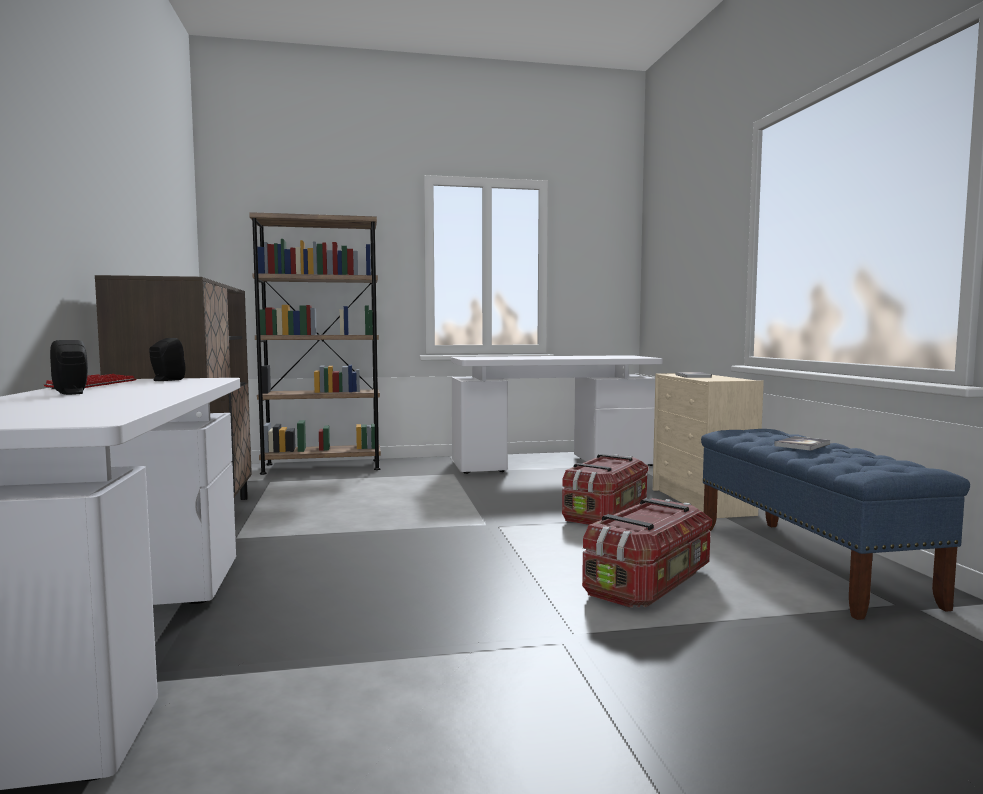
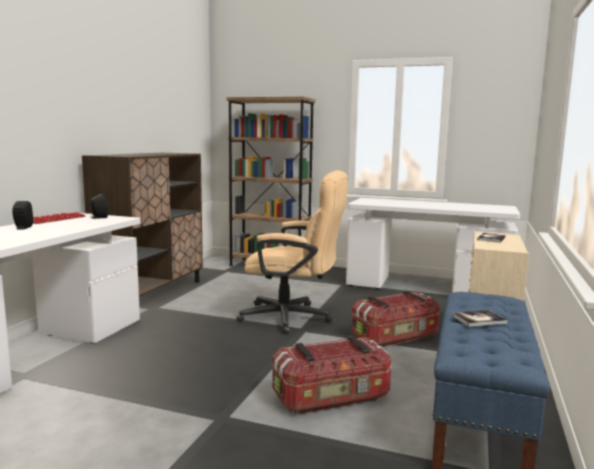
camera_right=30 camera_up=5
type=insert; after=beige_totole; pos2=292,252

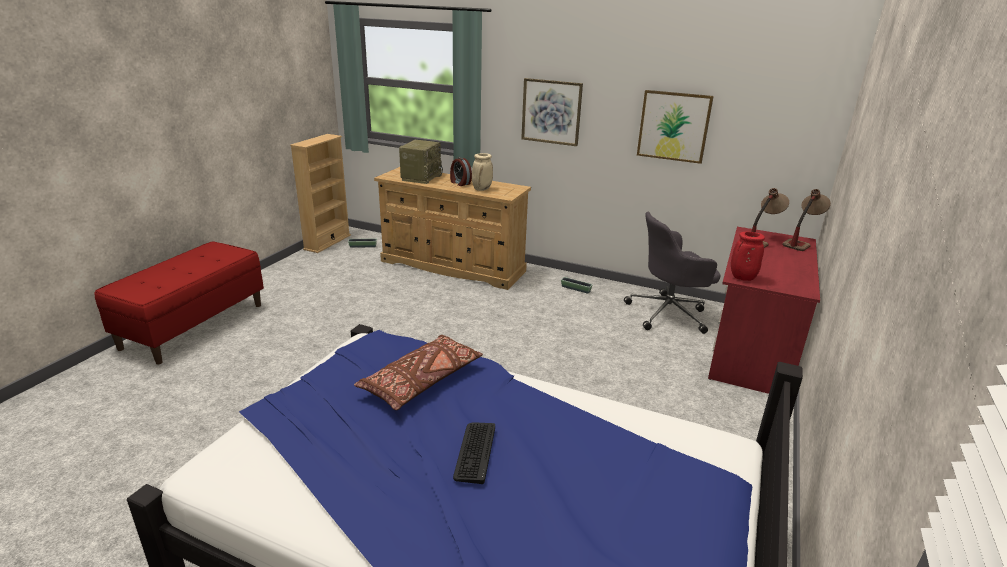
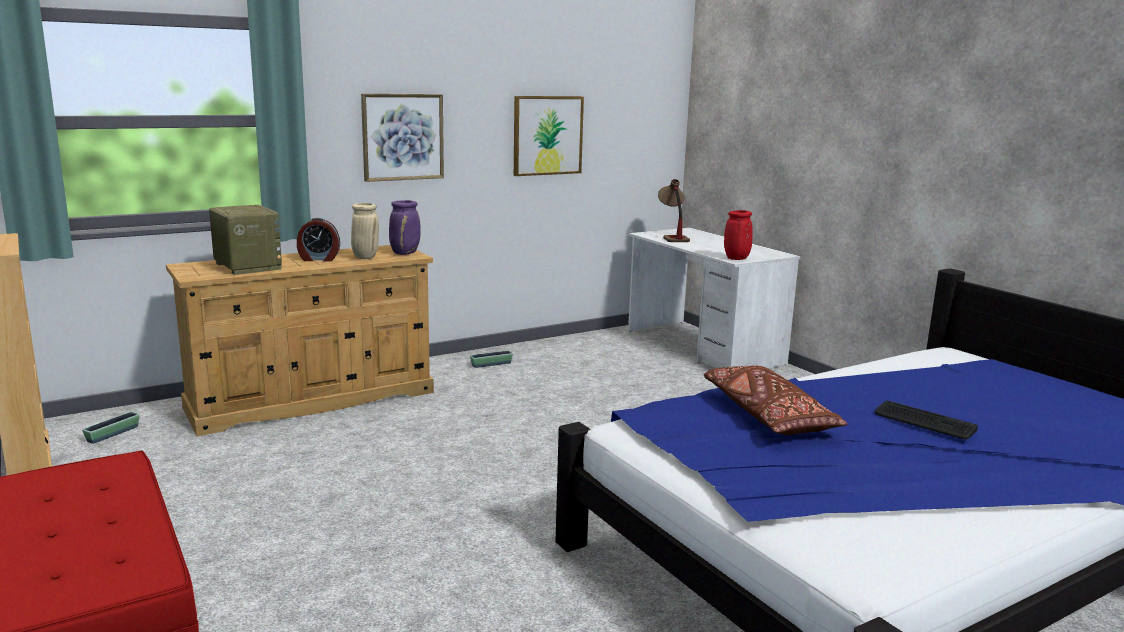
camera_right=-55 camera_up=-10
type=delete; before=grey_totole; pos1=672,273
type=delete; before=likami; pos1=806,220
type=insert; after=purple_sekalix; pos2=405,227
type=recolor; before=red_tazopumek; after=white_tazopumek; pos1=764,310; pos2=714,298

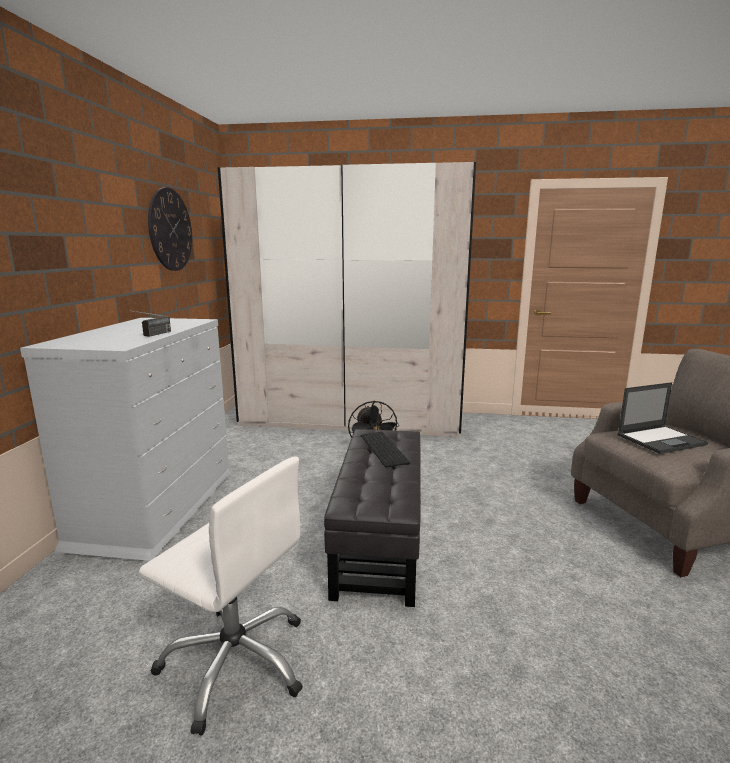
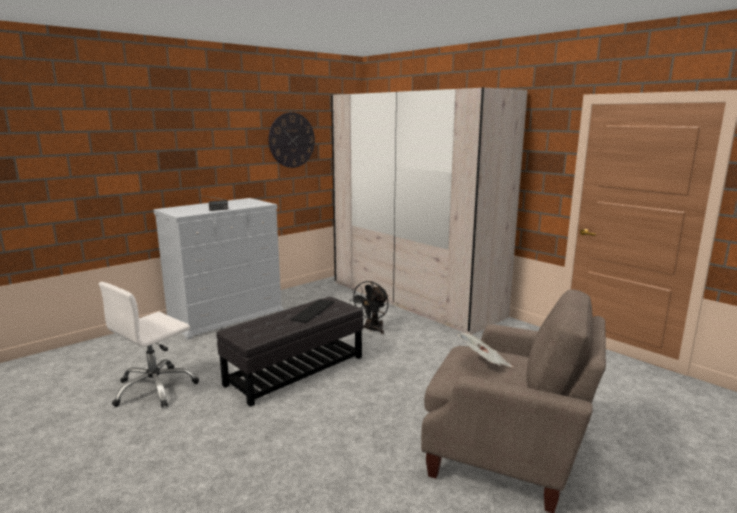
camera_right=40 camera_up=0
type=replace; before=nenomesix; after=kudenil; pos1=662,418; pos2=485,350
type=rotate; before=white_totole; pos1=221,596; pos2=149,345; turn=60

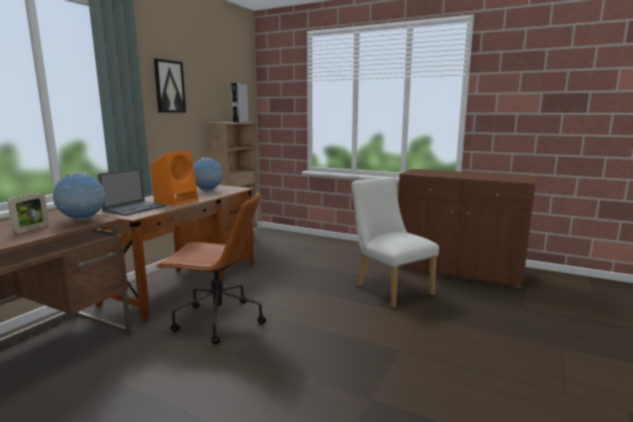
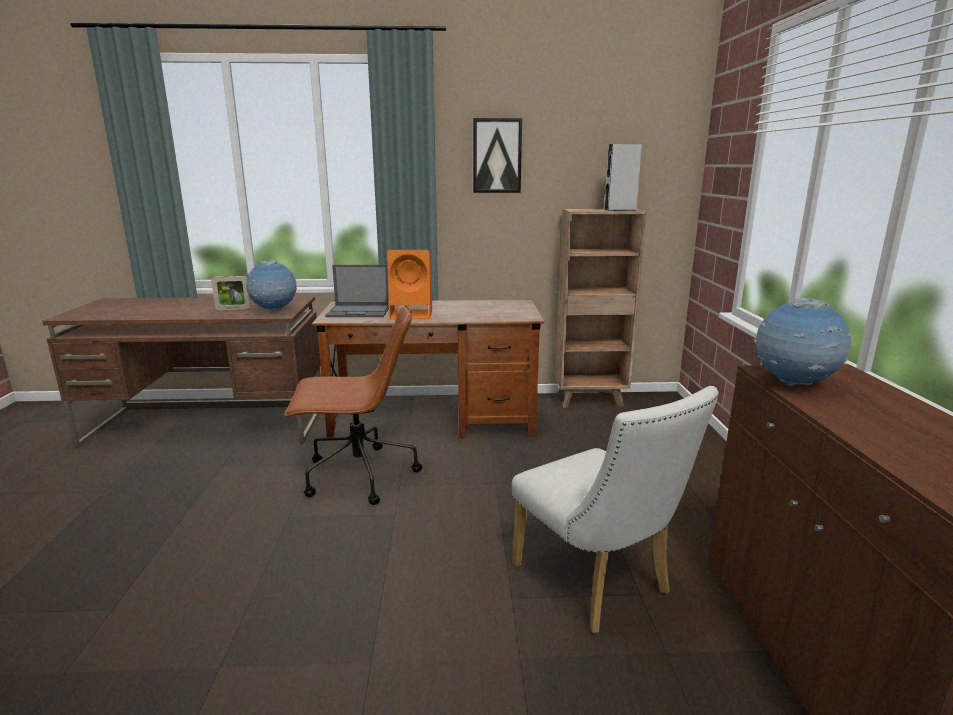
camera_right=60 camera_up=5
type=move; before=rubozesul; pos1=208,175; pos2=802,341
type=rotate; before=brown_totole; pos1=211,268; pos2=353,405; turn=-75
type=rotate; before=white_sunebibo; pos1=395,242; pos2=615,509; turn=120

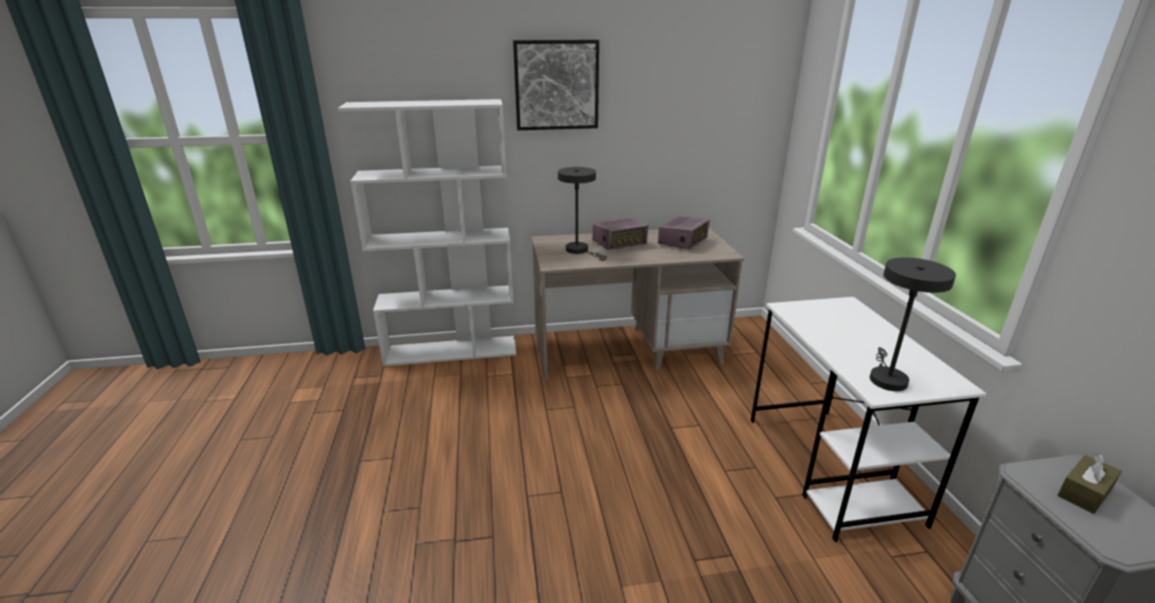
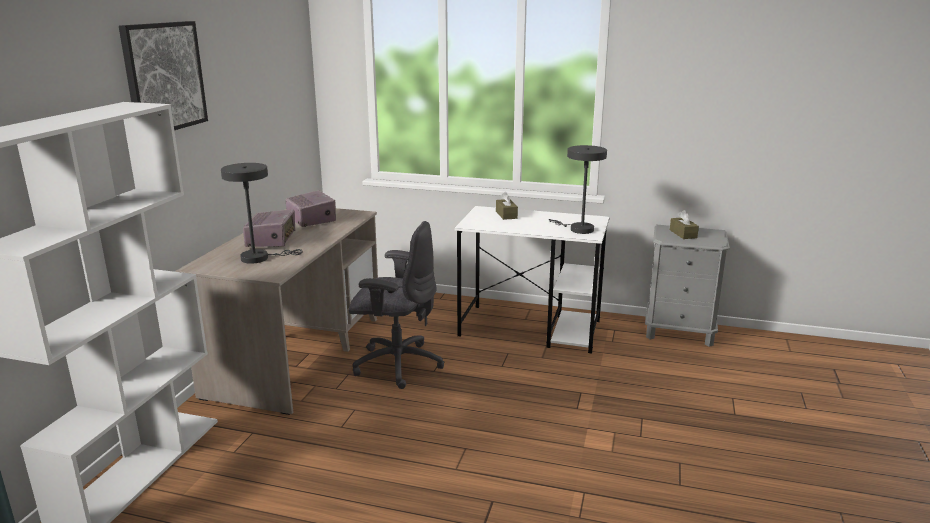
camera_right=-65 camera_up=-5
type=insert; after=grey_totole; pos2=396,305
type=insert; after=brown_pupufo; pos2=507,206

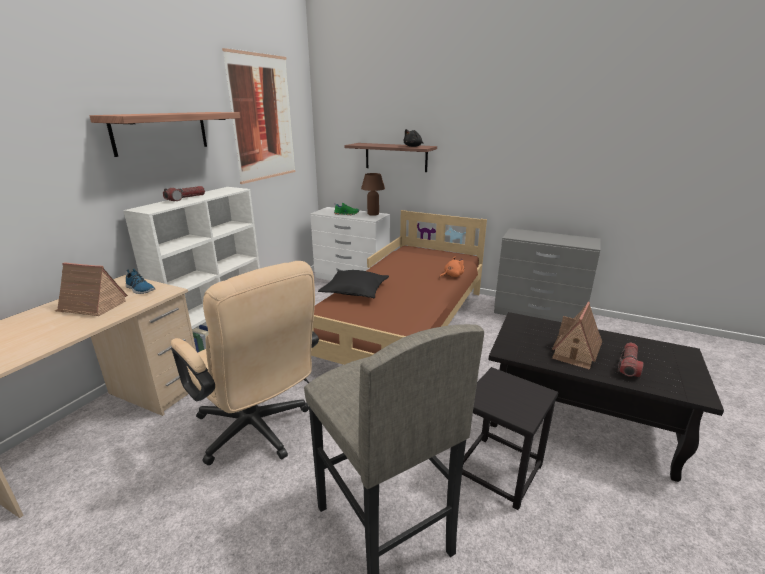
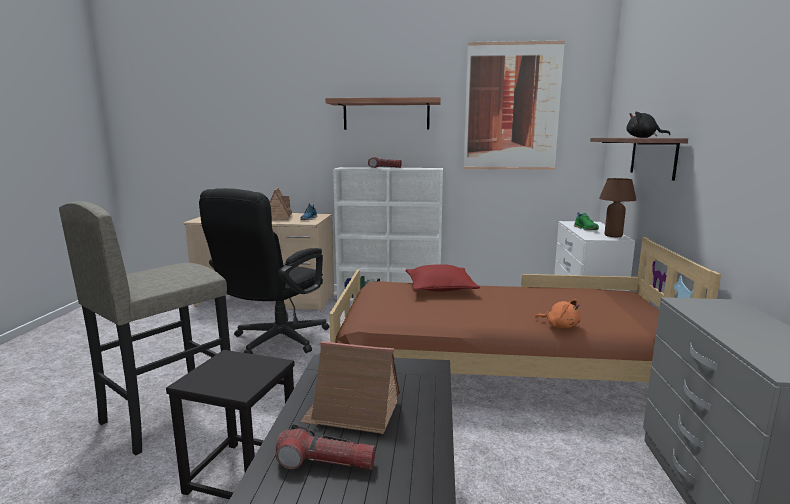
camera_right=70 camera_up=-10
type=recolor; before=beige_totole; after=black_totole; pos1=245,363; pos2=264,271
type=recolor; before=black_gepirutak; after=red_gepirutak; pos1=353,284; pos2=442,278

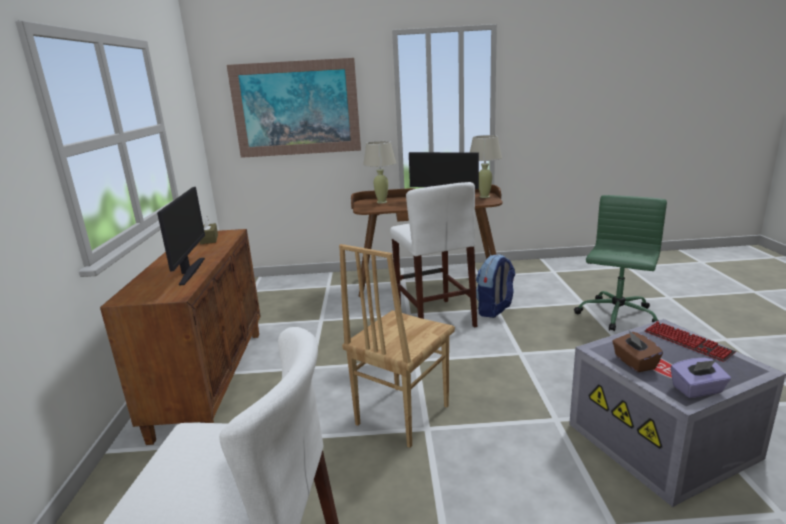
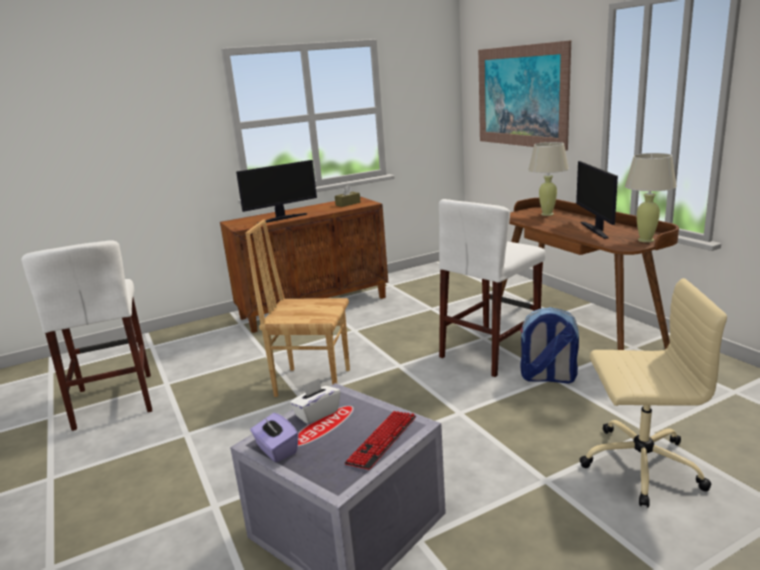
camera_right=65 camera_up=0
type=recolor; before=green_totole; after=beige_totole; pos1=620,263; pos2=653,393
type=recolor; before=brown_pupufo; after=white_pupufo; pos1=637,351; pos2=315,402

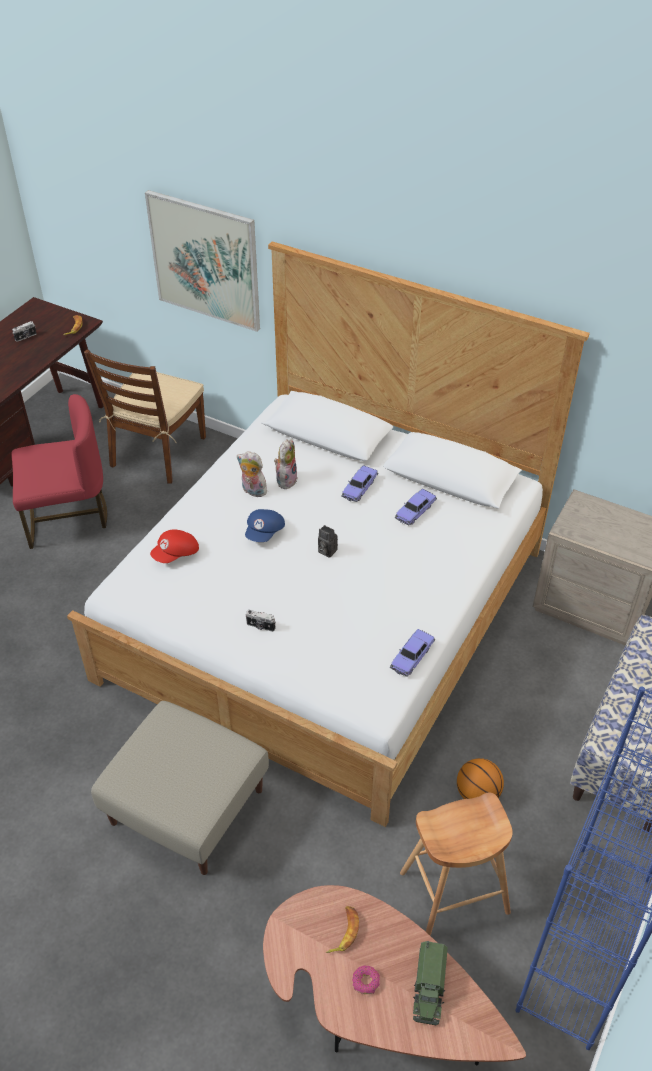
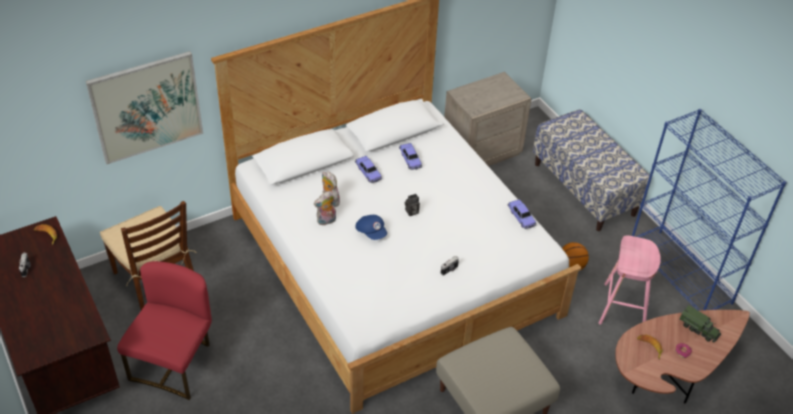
camera_right=-60 camera_up=0
type=delete; before=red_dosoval; pos1=174,546
type=recolor; before=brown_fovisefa; after=pink_fovisefa; pos1=456,864; pos2=630,280

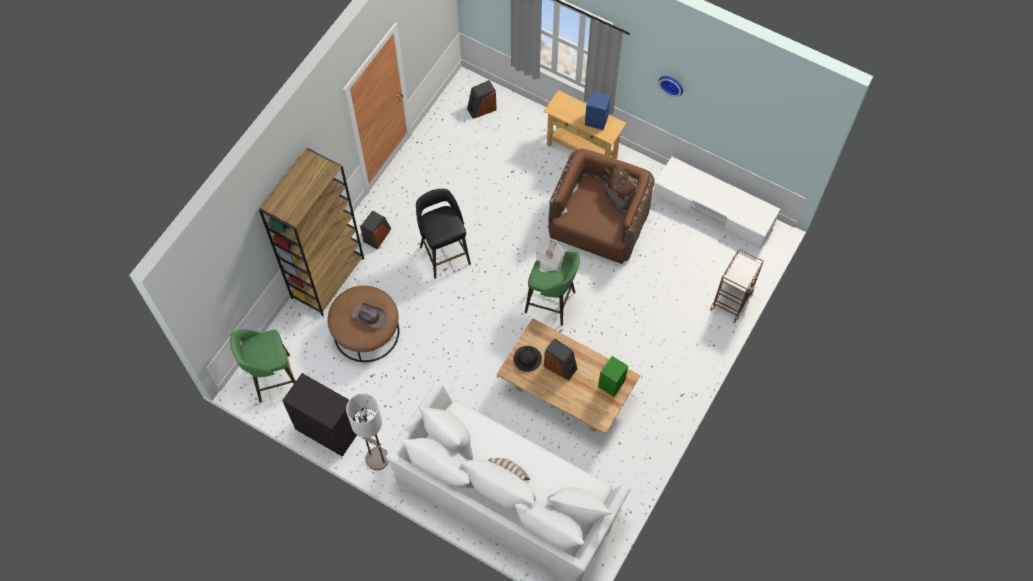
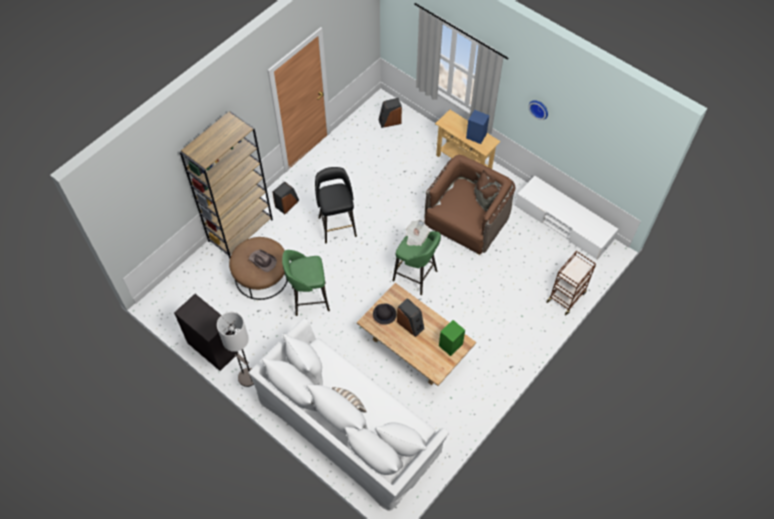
camera_right=10 camera_up=-5
type=move; before=green_fovisefa; pos1=263,366; pos2=306,283

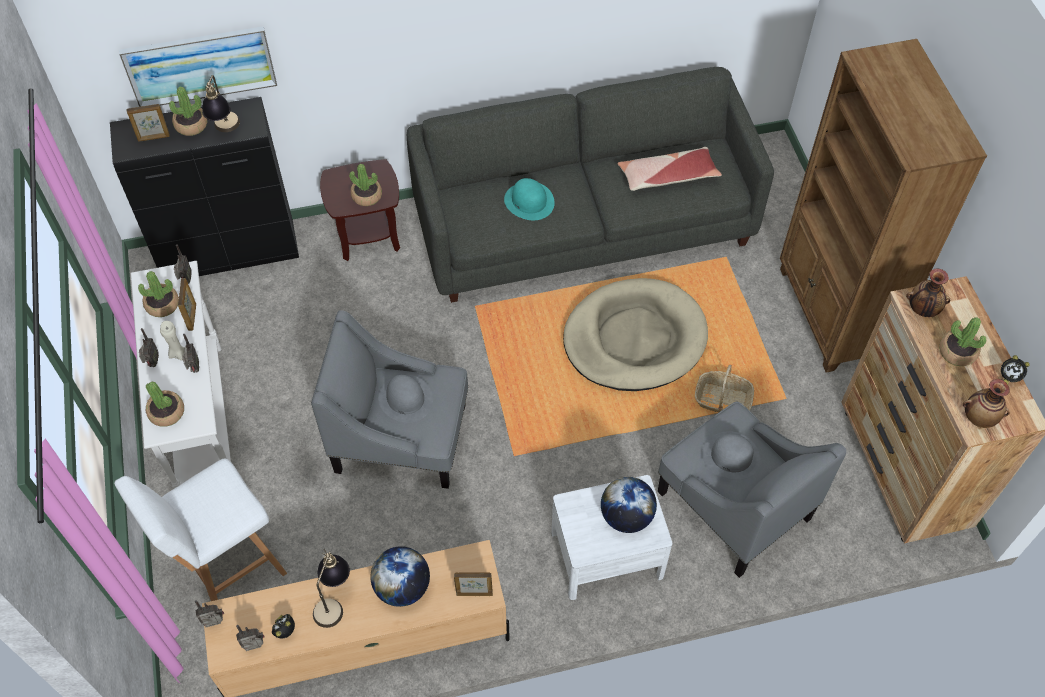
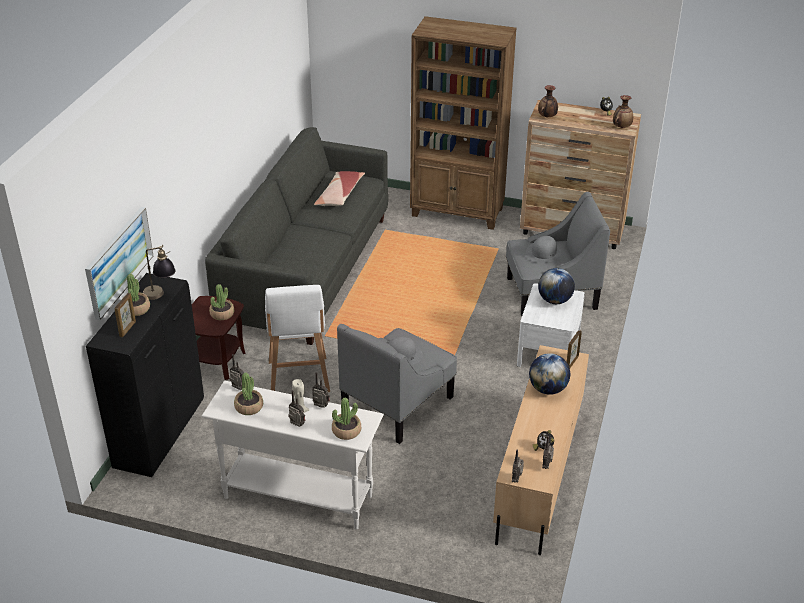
camera_right=-60 camera_up=-20
type=delete; before=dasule; pos1=187,304
type=delete; before=likami; pos1=331,588
type=delete; before=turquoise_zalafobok; pos1=529,199
type=delete; before=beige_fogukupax; pos1=635,334
type=delete; before=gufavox; pos1=724,388
type=delete; before=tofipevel; pos1=962,341
type=move; before=white_fovisefa; pos1=200,530; pos2=297,338

